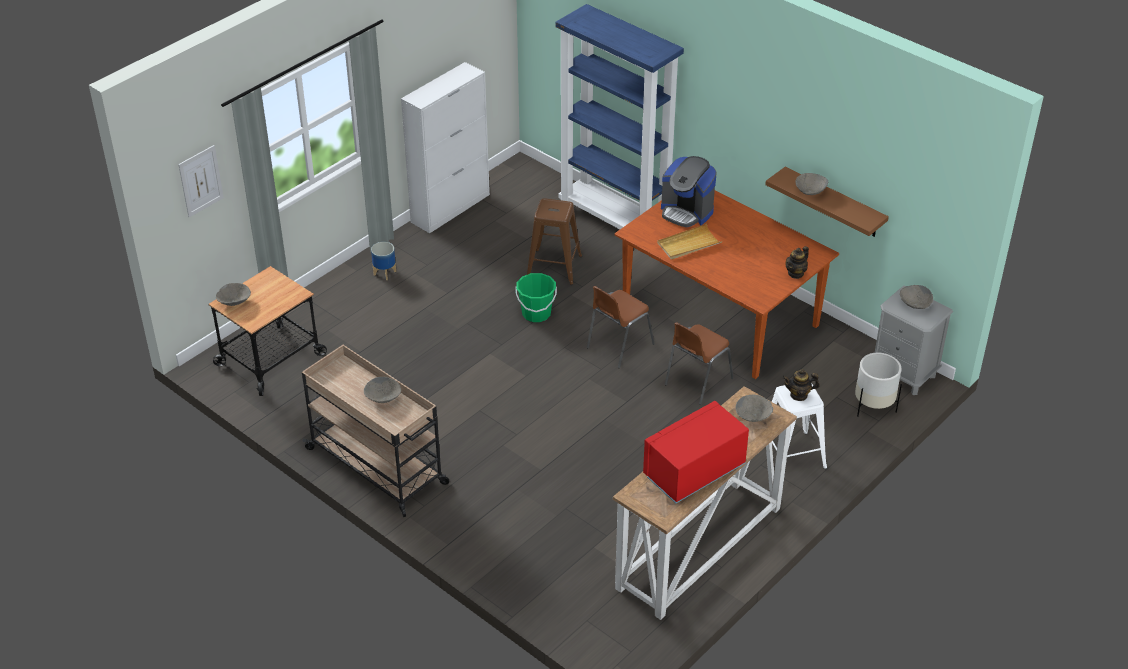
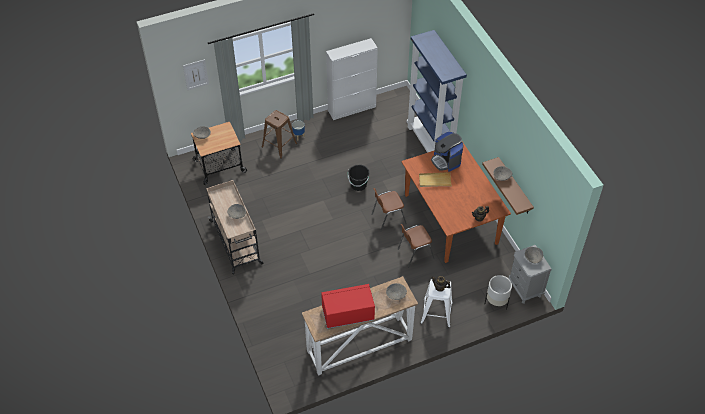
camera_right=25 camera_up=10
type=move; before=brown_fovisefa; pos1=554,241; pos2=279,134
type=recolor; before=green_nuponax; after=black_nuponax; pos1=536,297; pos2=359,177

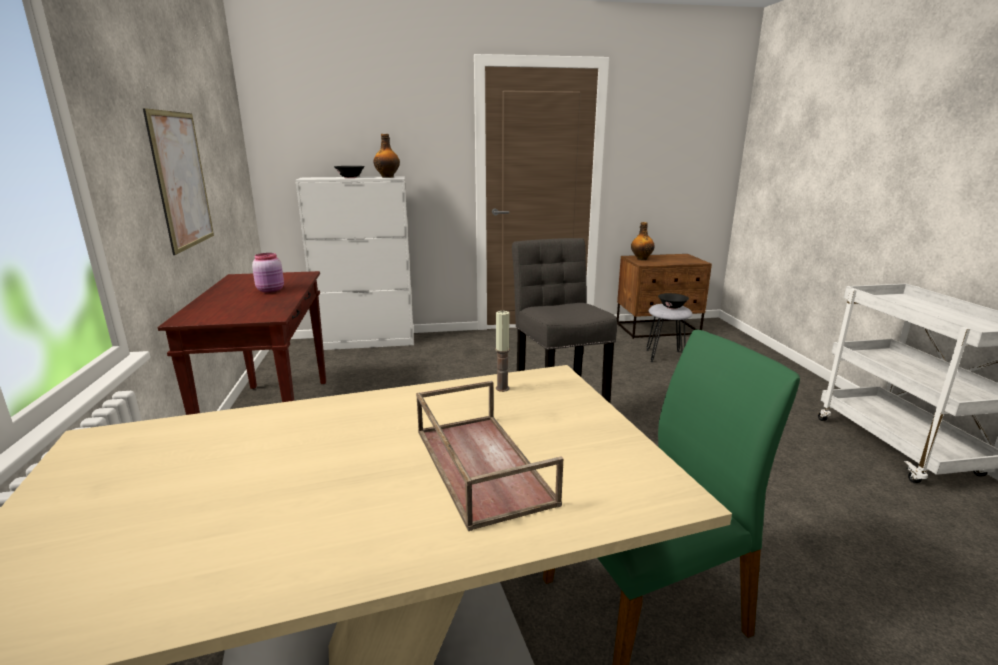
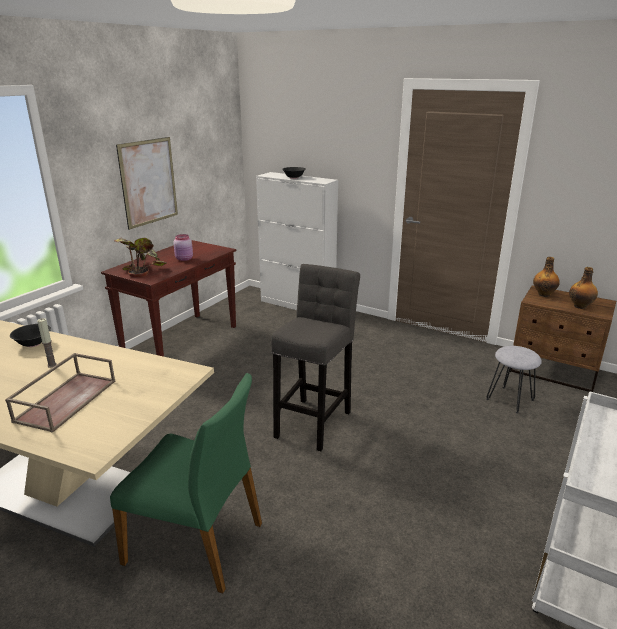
camera_right=40 camera_up=5
type=insert; after=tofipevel; pos2=140,257
type=move; before=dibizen; pos1=386,156; pos2=583,288
type=move; before=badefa; pos1=502,351; pos2=47,342
type=move; before=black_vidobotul; pos1=673,301; pos2=30,335

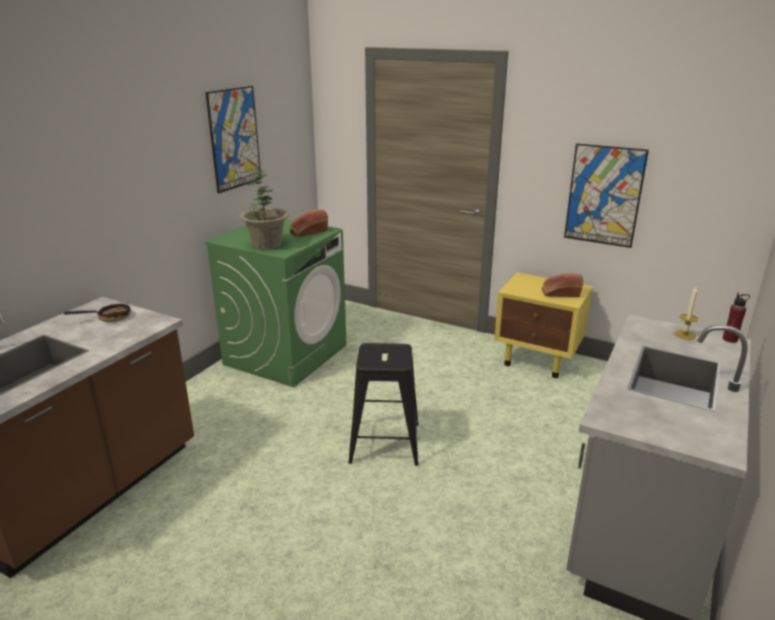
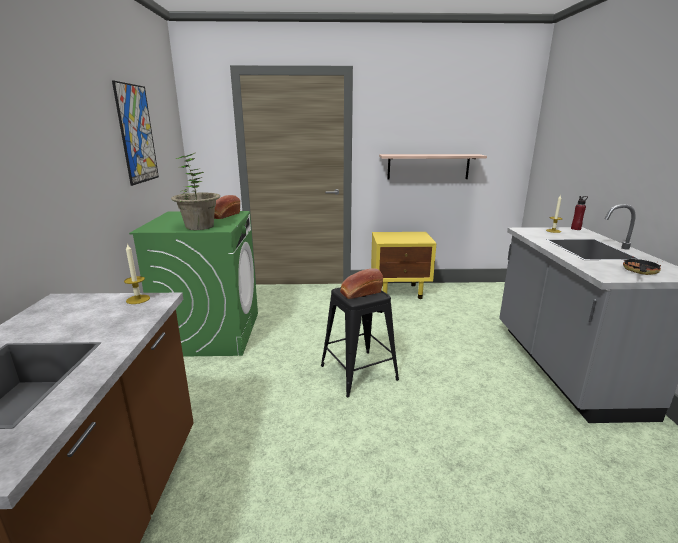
camera_right=-30 camera_up=-5
type=insert; after=badefa; pos2=137,273
type=move; before=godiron; pos1=97,311; pos2=642,265
type=move; before=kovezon; pos1=562,285; pos2=361,283
type=replace; before=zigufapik; after=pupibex; pos1=606,195; pos2=433,166

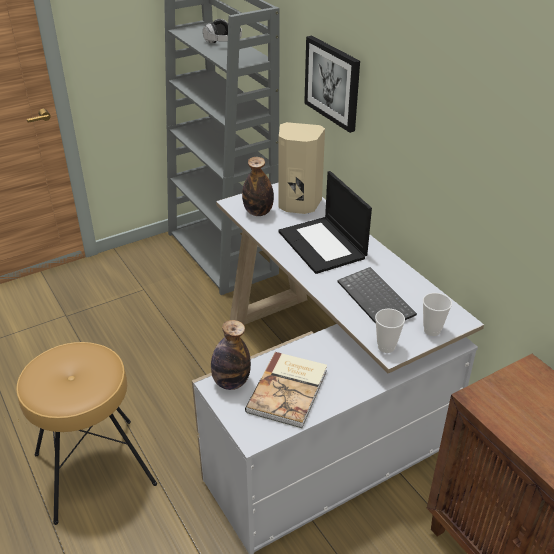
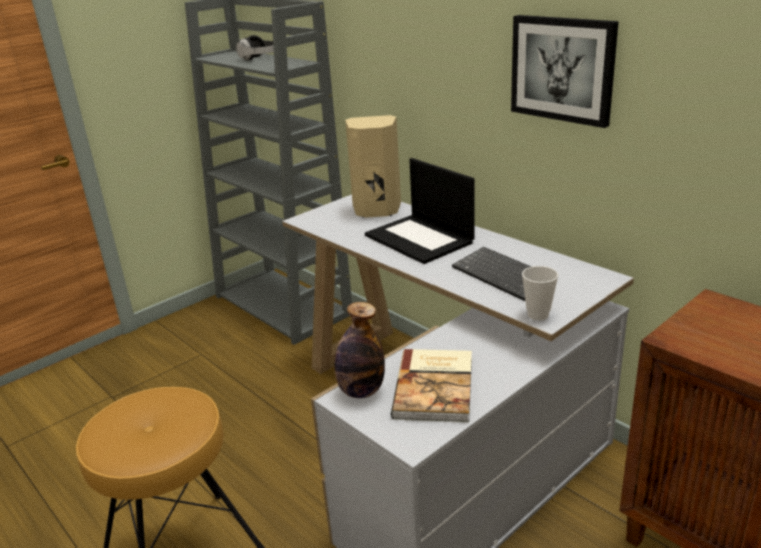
camera_right=-10 camera_up=-10
type=delete; before=dibizen; pos1=258,186
type=delete; before=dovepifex; pos1=437,314
type=move; before=zigufapik; pos1=332,84; pos2=565,71

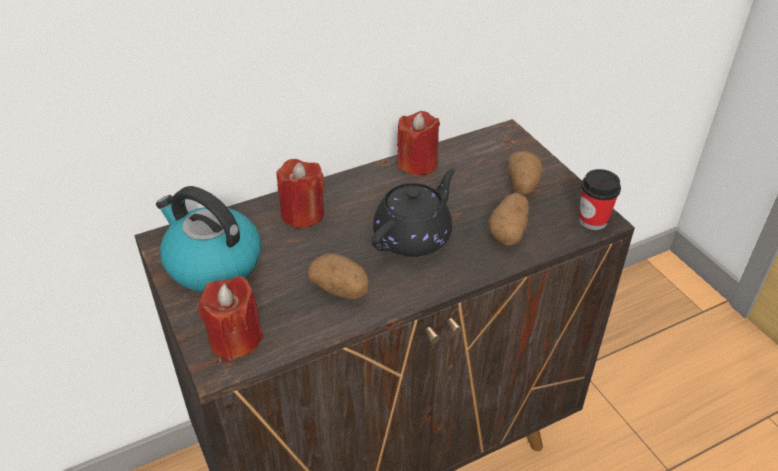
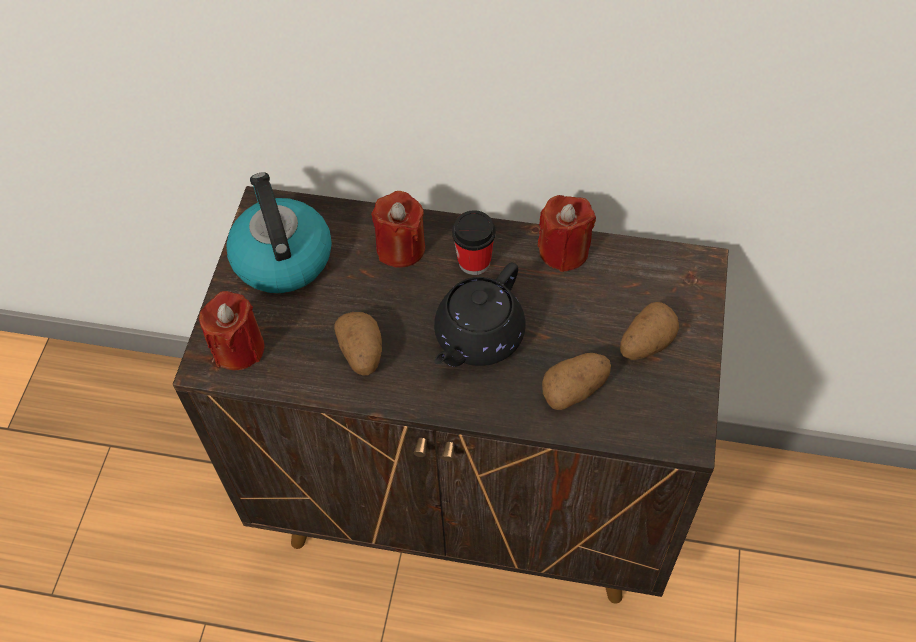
camera_right=40 camera_up=15
type=move; before=dovepifex; pos1=600,199; pos2=474,242
type=rotate; before=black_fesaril; pos1=413,212; pos2=480,315; turn=135

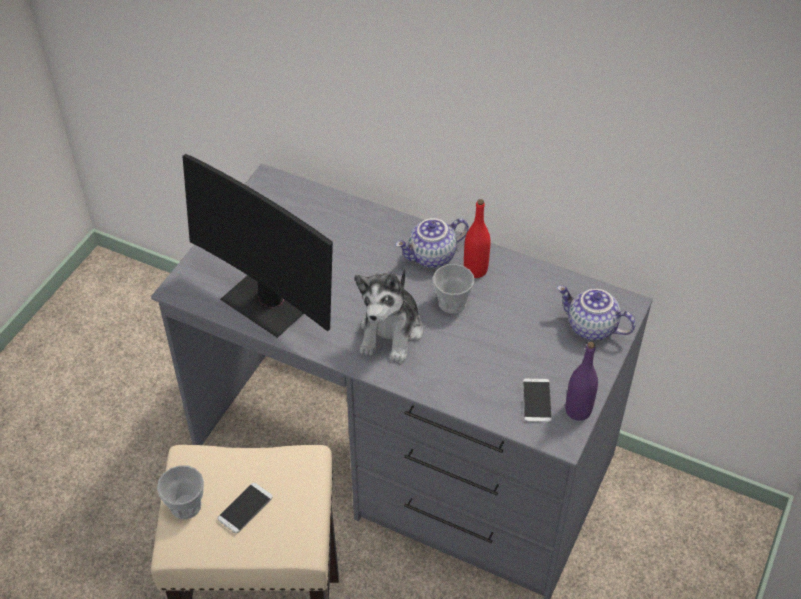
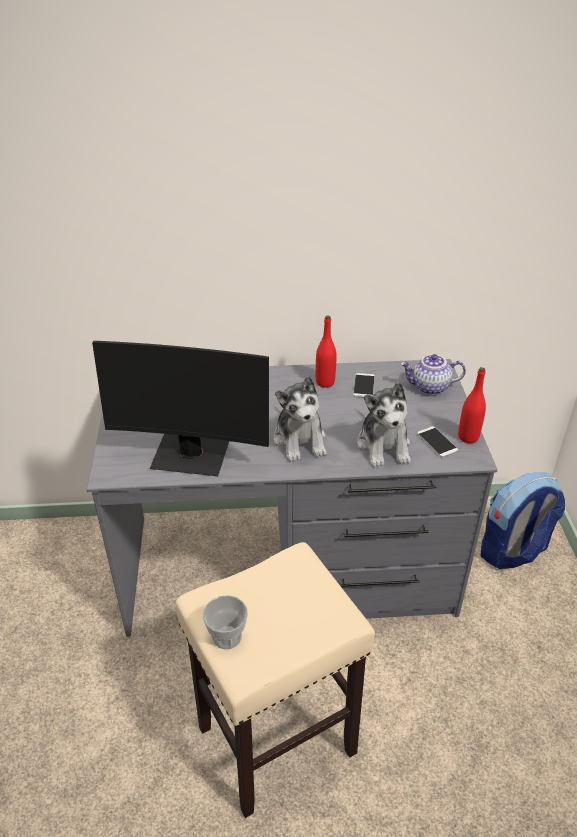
camera_right=-30 camera_up=-10
type=delete; before=fesaril; pos1=432,243
type=delete; before=dovepifex; pos1=454,288
type=insert; after=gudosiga; pos2=384,424
type=insert; after=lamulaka; pos2=523,520
type=move; before=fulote; pos1=245,508; pos2=364,385
type=recolor; before=purple_dibizen; after=red_dibizen; pos1=581,381; pos2=472,405

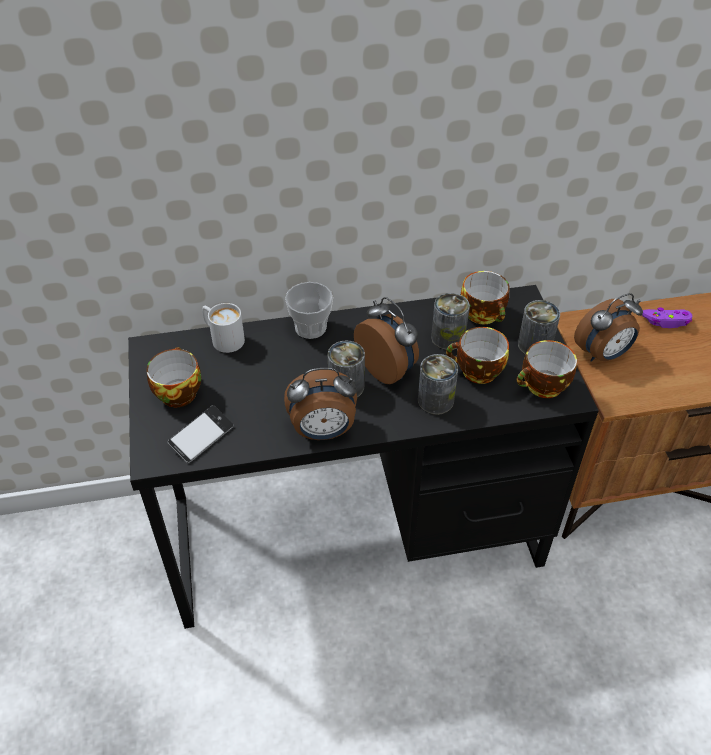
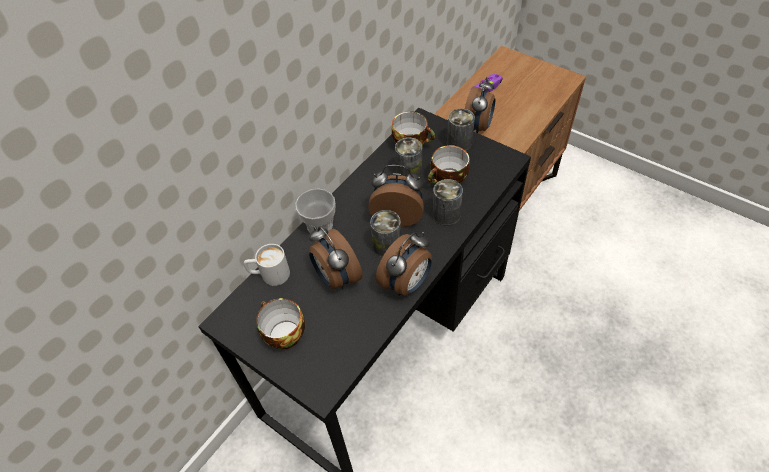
camera_right=-40 camera_up=5
type=delete; before=fulote; pos1=200,434
type=delete; before=dovepifex; pos1=547,369
type=insert; after=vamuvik; pos2=335,258

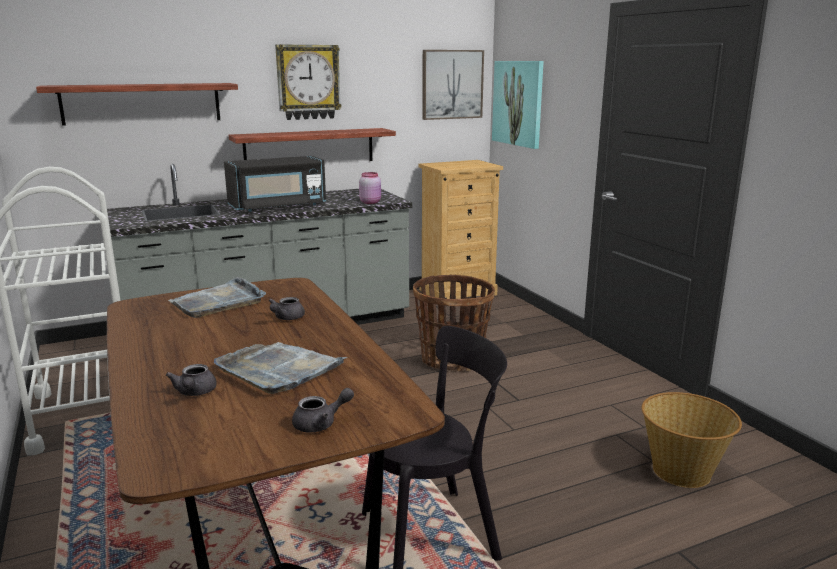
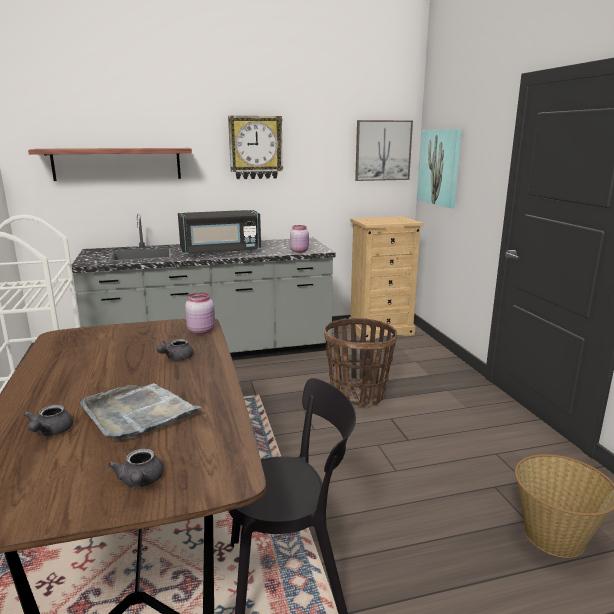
camera_right=10 camera_up=0
type=delete; before=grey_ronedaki; pos1=217,297
type=delete; before=pupibex; pos1=312,144
type=insert; after=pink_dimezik; pos2=200,313
type=rotate; before=grey_fesaril; pos1=323,410; pos2=136,467; turn=90

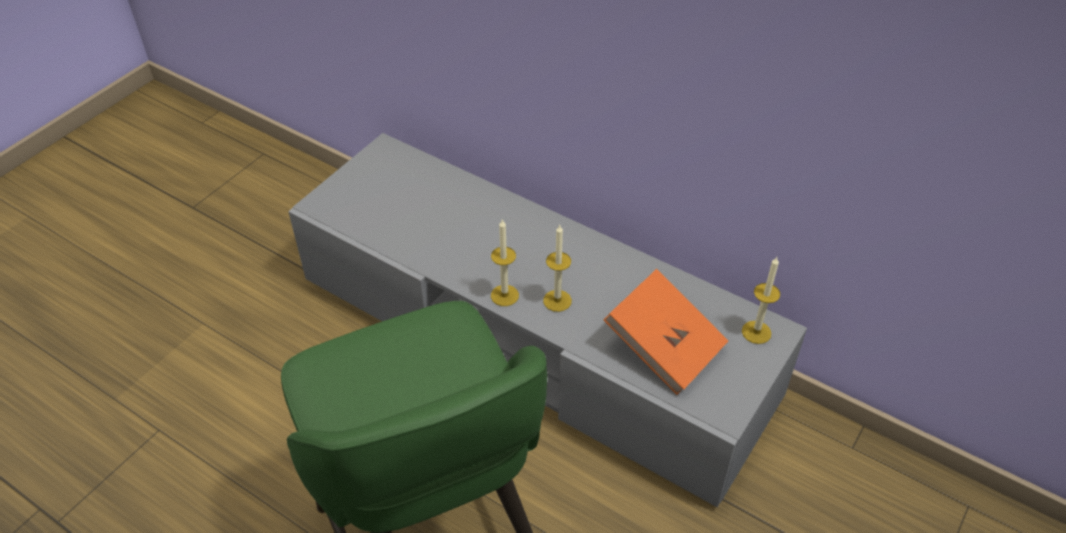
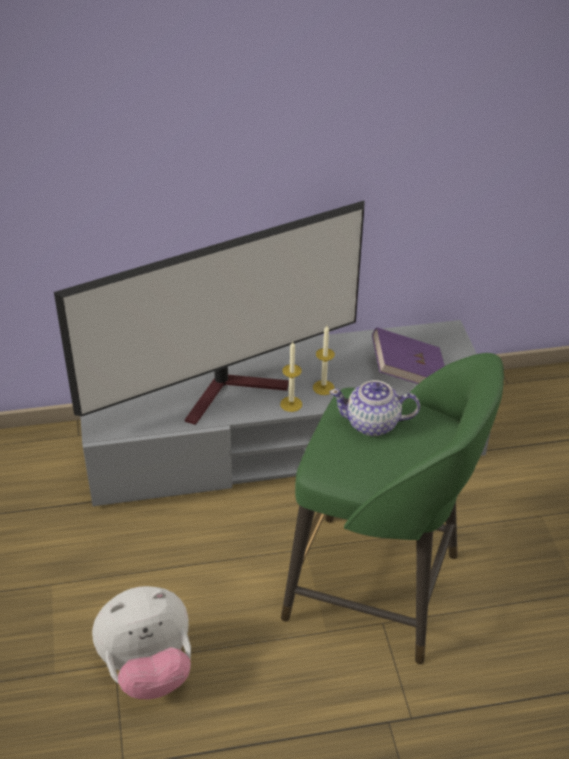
camera_right=-45 camera_up=-5
type=delete; before=badefa; pos1=761,300
type=insert; after=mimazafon; pos2=209,312
type=insert; after=gudosiga; pos2=141,642
type=insert; after=fesaril; pos2=375,408
type=recolor; before=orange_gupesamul; after=purple_gupesamul; pos1=666,332; pos2=408,355

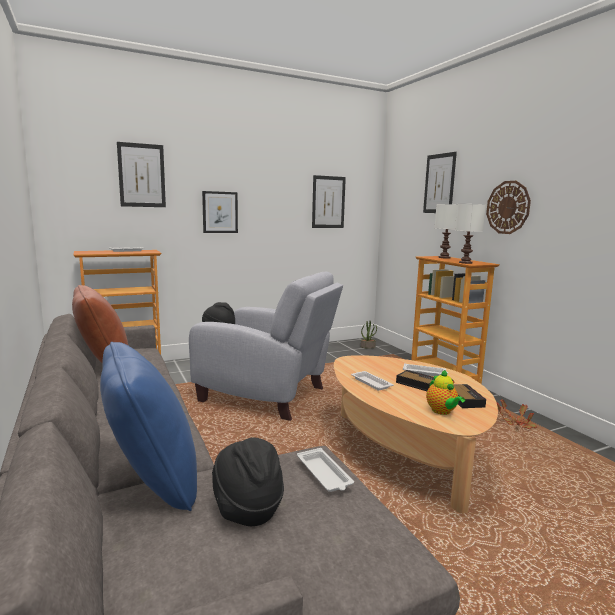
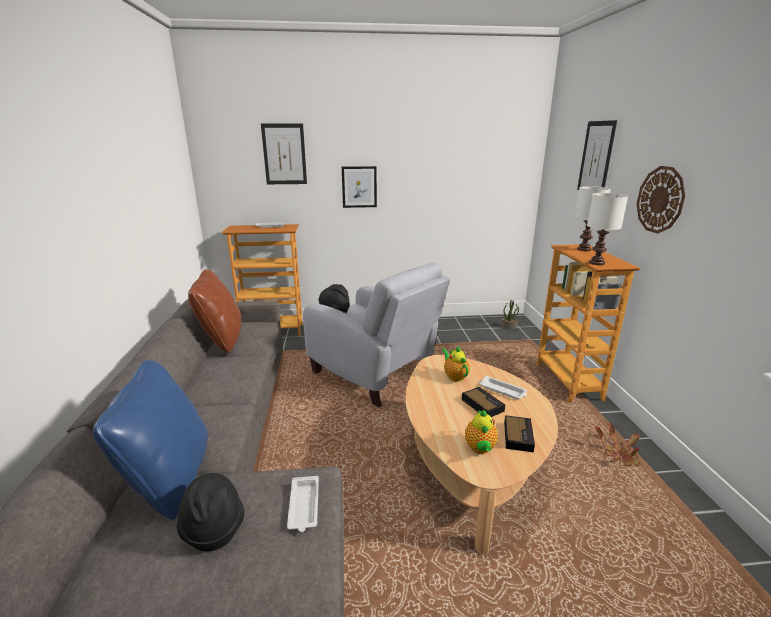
camera_right=20 camera_up=10
type=delete; before=zigufapik; pos1=329,201
type=delete; before=white_ronedaki; pos1=372,380
type=insert; after=fesaril; pos2=455,364

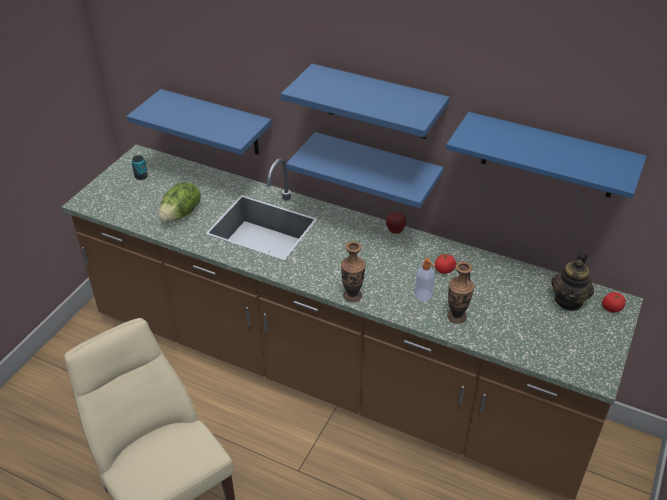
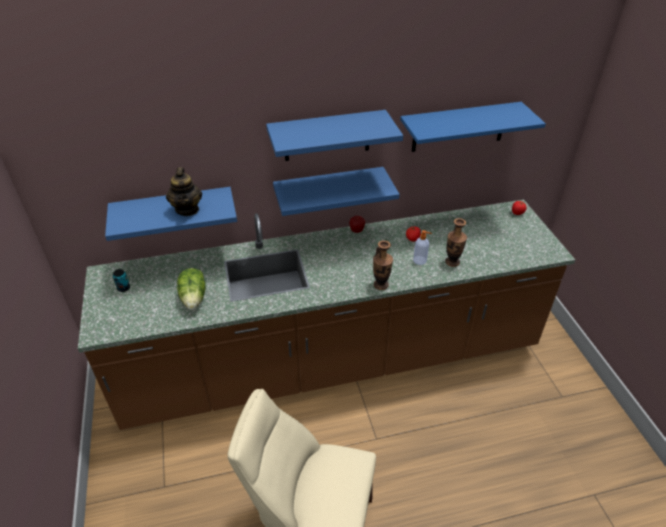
camera_right=-40 camera_up=0
type=move; before=fesaril; pos1=572,282; pos2=184,191

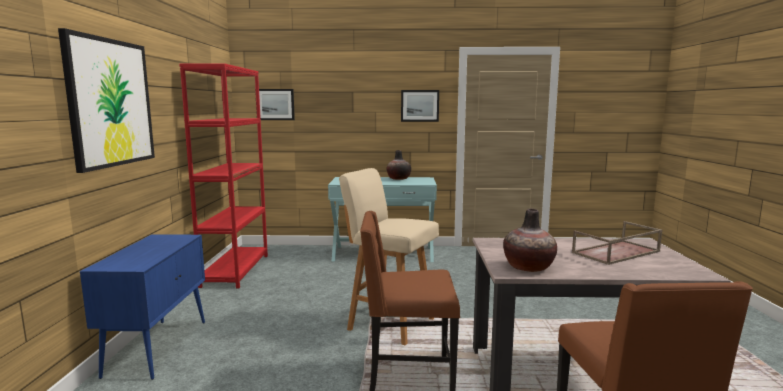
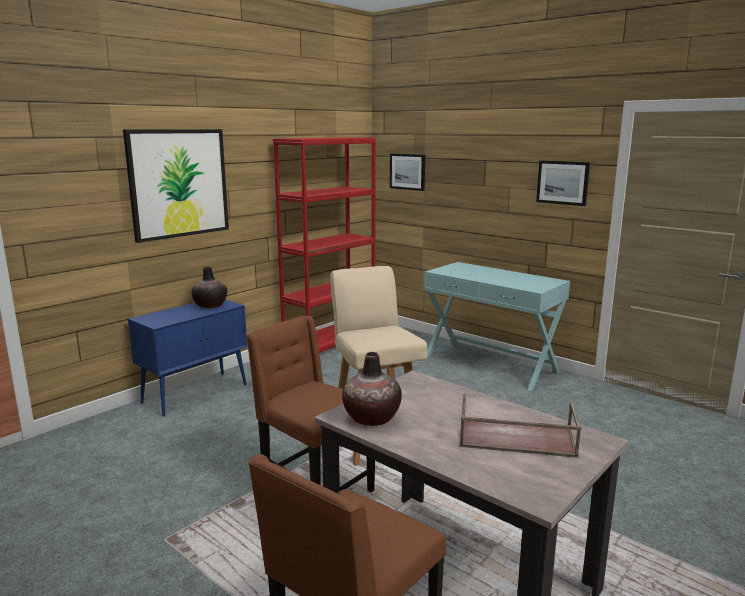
camera_right=40 camera_up=5
type=move; before=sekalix; pos1=399,165; pos2=209,287

